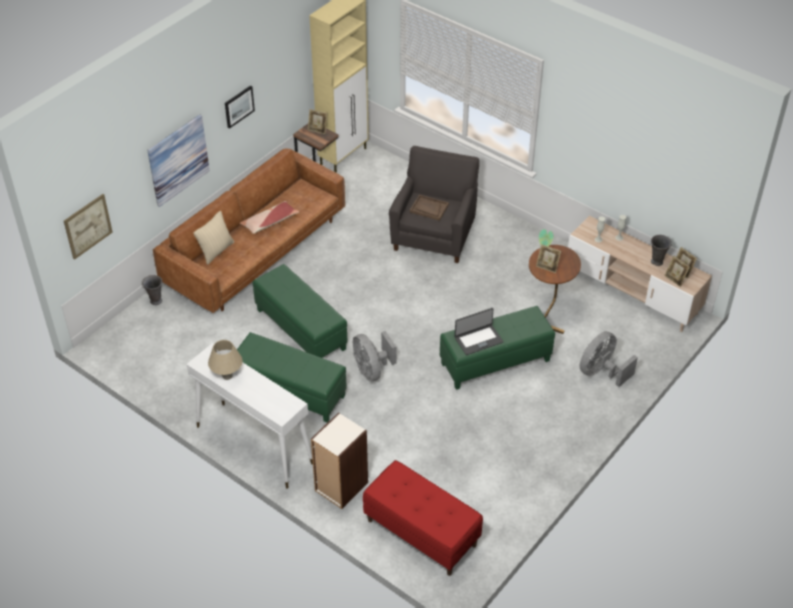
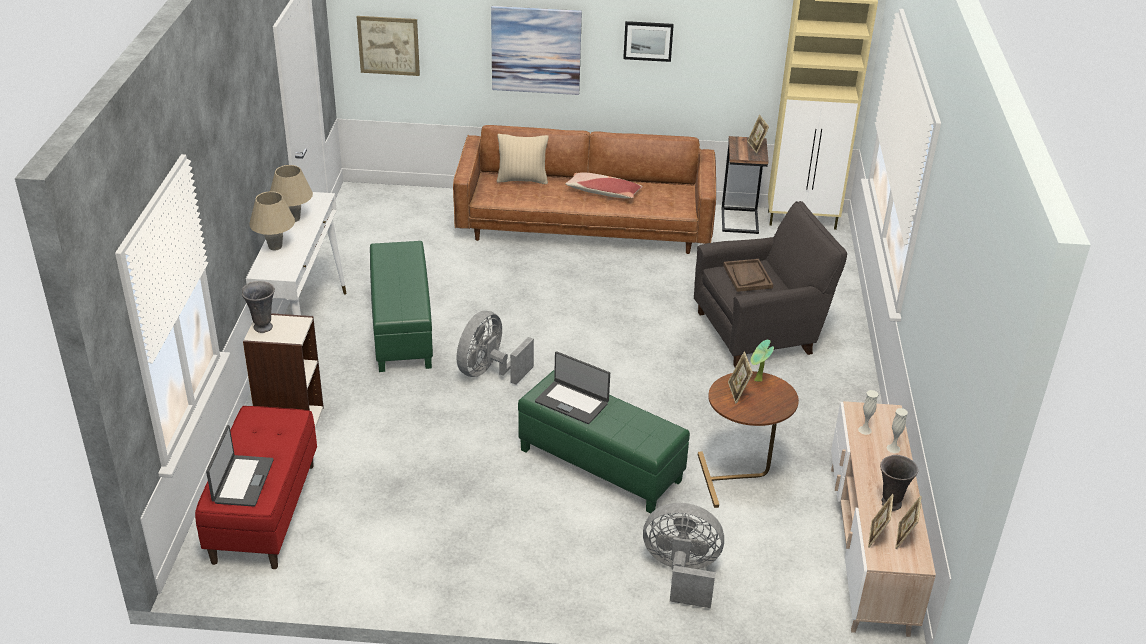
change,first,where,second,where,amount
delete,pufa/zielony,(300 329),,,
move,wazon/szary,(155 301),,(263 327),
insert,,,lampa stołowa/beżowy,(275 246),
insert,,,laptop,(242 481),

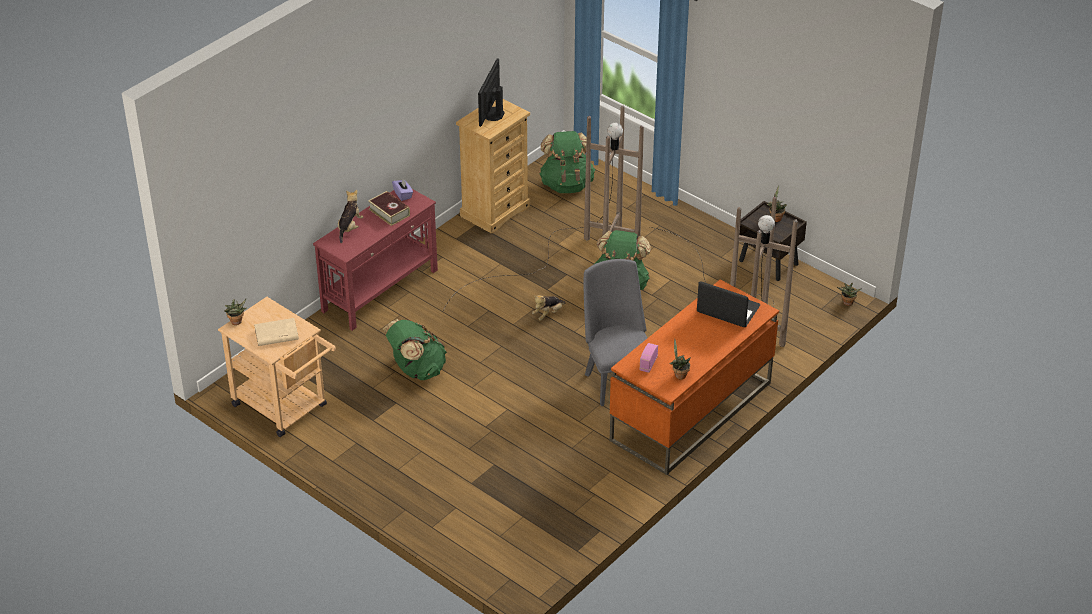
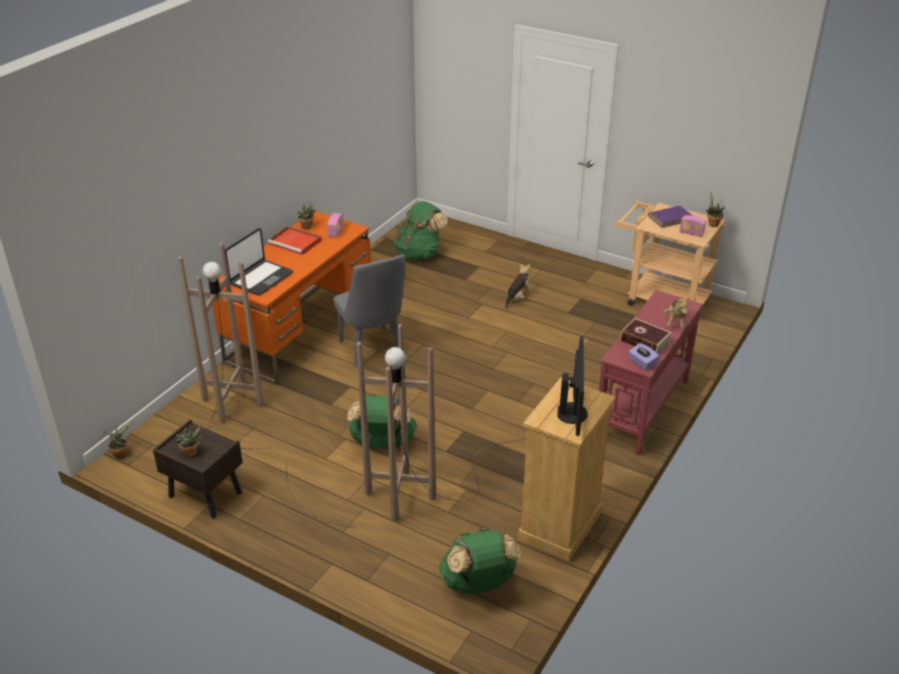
change,first,where,second,where,amount
rotate,laptop,(728 310),,(260 278),75 degrees counterclockwise
move,pluszak,(548 314),,(517 298),
recolor,książka/beżowy,(276 335),książka/fioletowy,(670 218),
move,plecak/zielony,(416 370),,(419 253),
insert,,,radio,(691 233),
insert,,,taca/czerwony,(296 242),

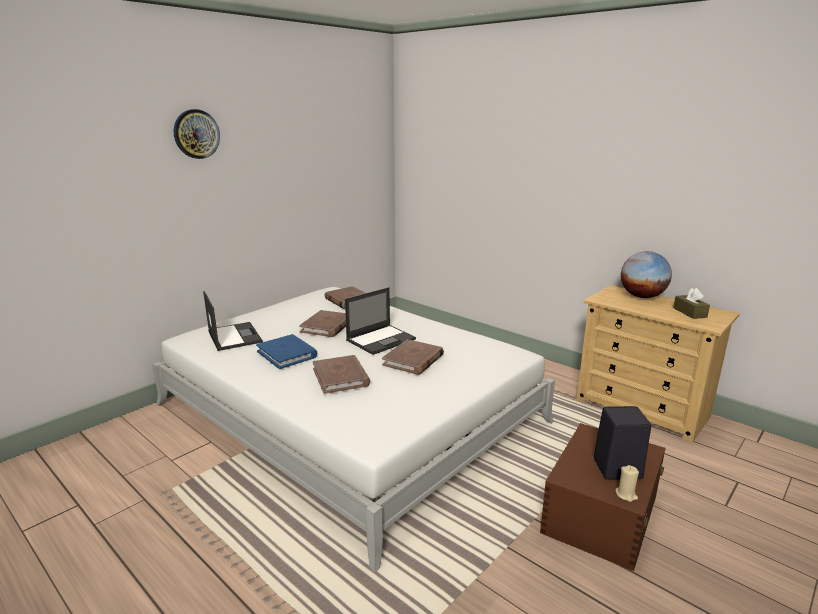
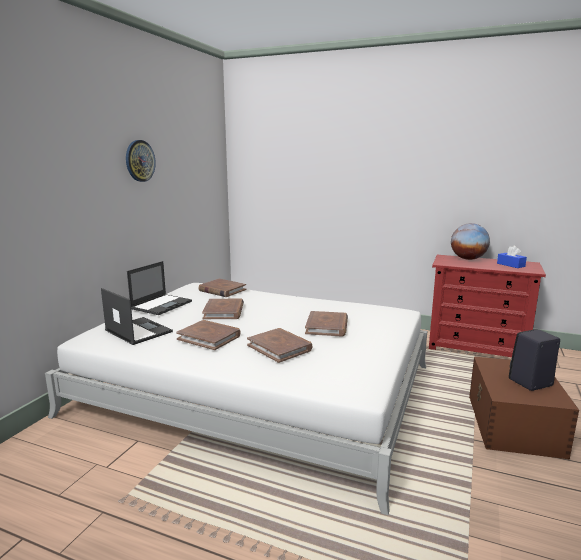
change,first,where,second,where,amount
move,zegar ścienny,(196 134),,(139 161),
recolor,komoda/beżowy,(642 408),komoda/czerwony,(477 347),
move,laptop,(381 339),,(162 304),
recolor,pudełko chusteczek/brązowy,(689 312),pudełko chusteczek/niebieski,(510 265),
recolor,książka/niebieski,(287 354),książka/brązowy,(209 337),
delete,świeca/beżowy,(626 495),,,

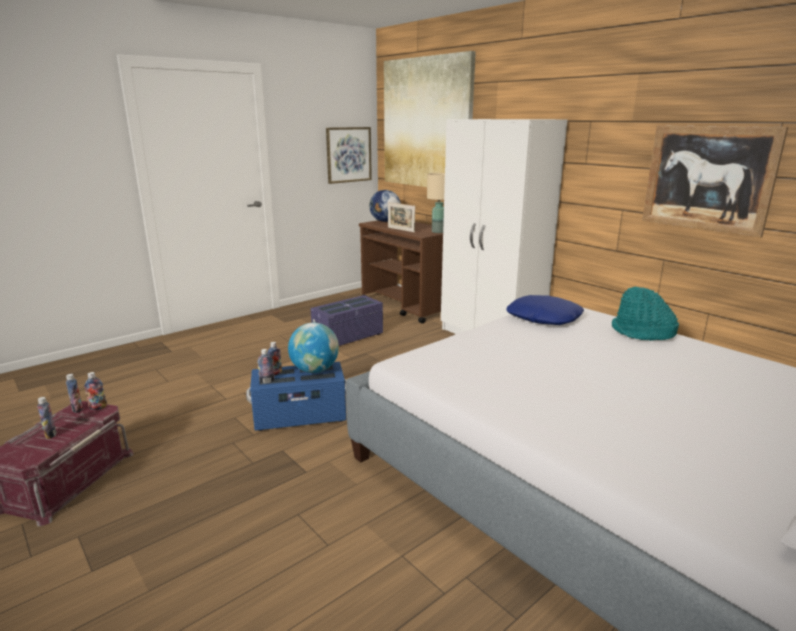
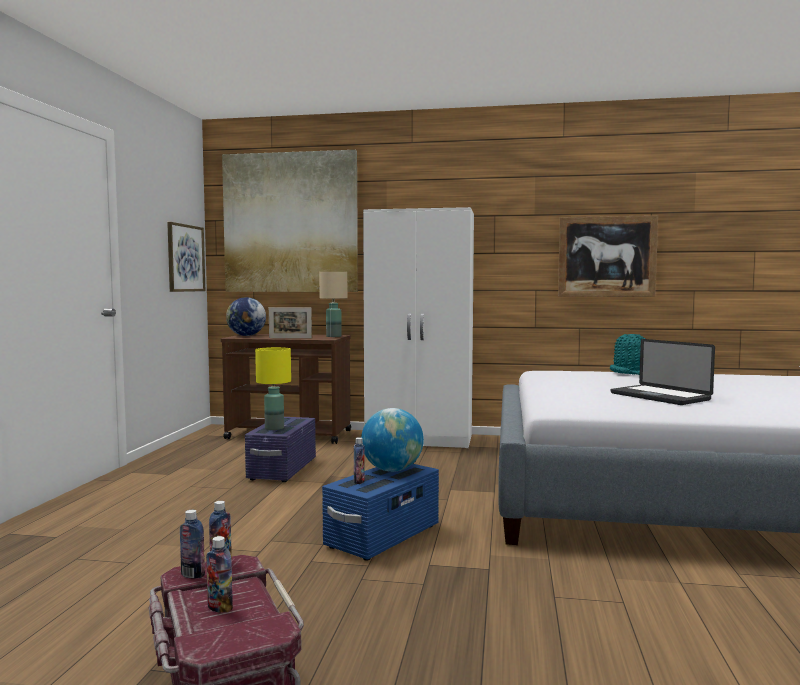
change,first,where,second,where,amount
delete,poduszka/niebieski,(543 318),,,
delete,butelka,(267 381),,,
insert,,,laptop,(659 396),
insert,,,lampa stołowa/żółty,(274 428),

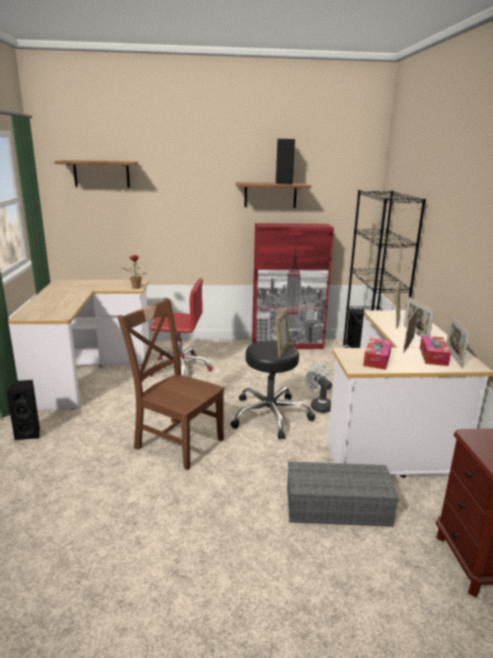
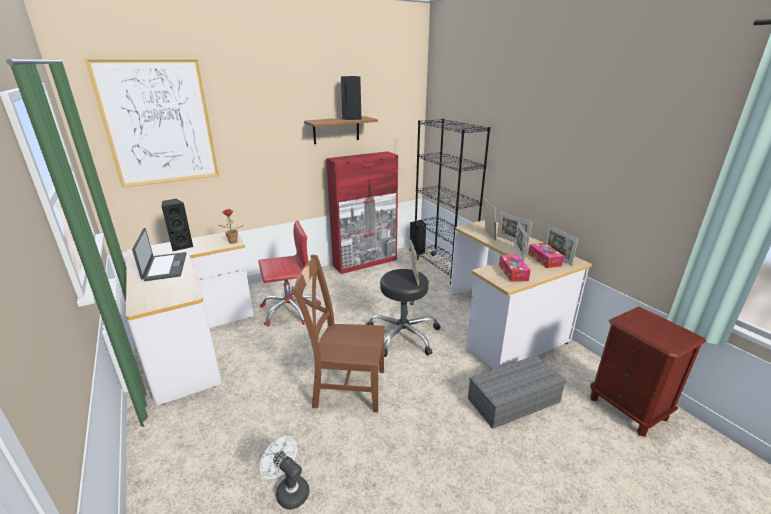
change,first,where,second,where,amount
replace,półka,(101 174),obraz,(159 123),
move,wentylator/biały,(319 405),,(289 490),
move,głośnik/czarny,(29 434),,(181 246),
insert,,,laptop,(164 267),

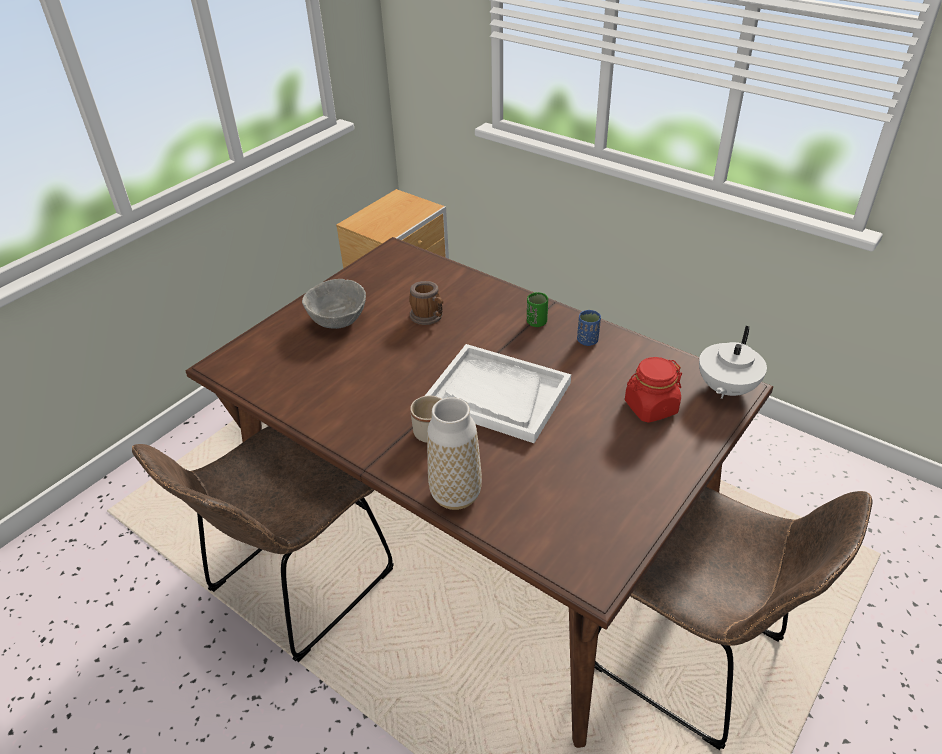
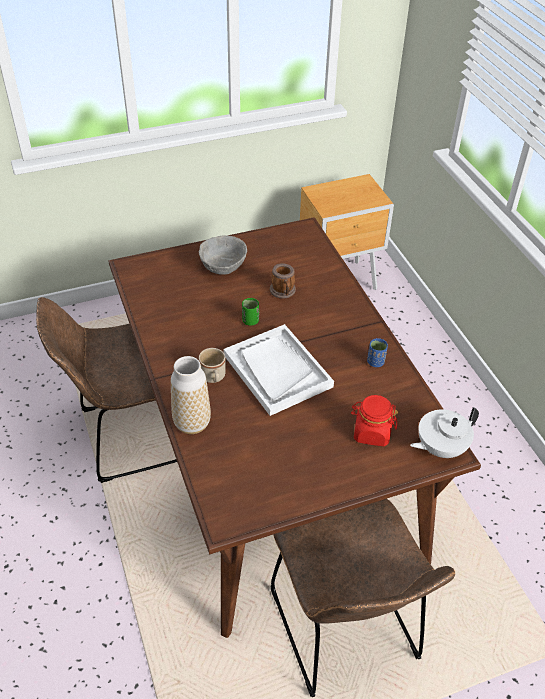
change,first,where,second,where,amount
move,filiżanka/zielony,(536 322),,(250 321),

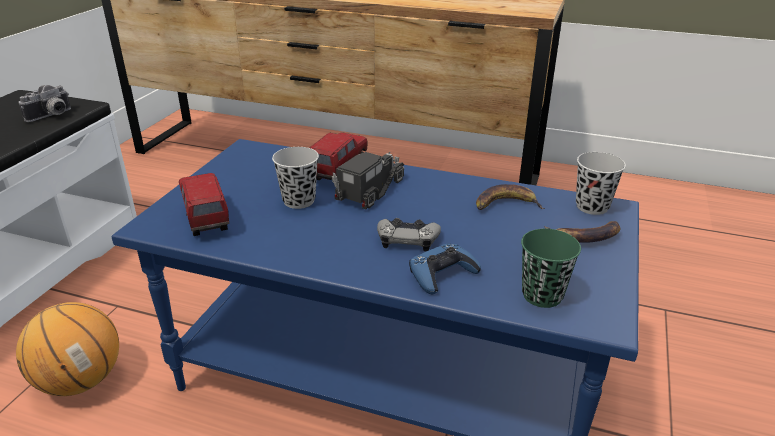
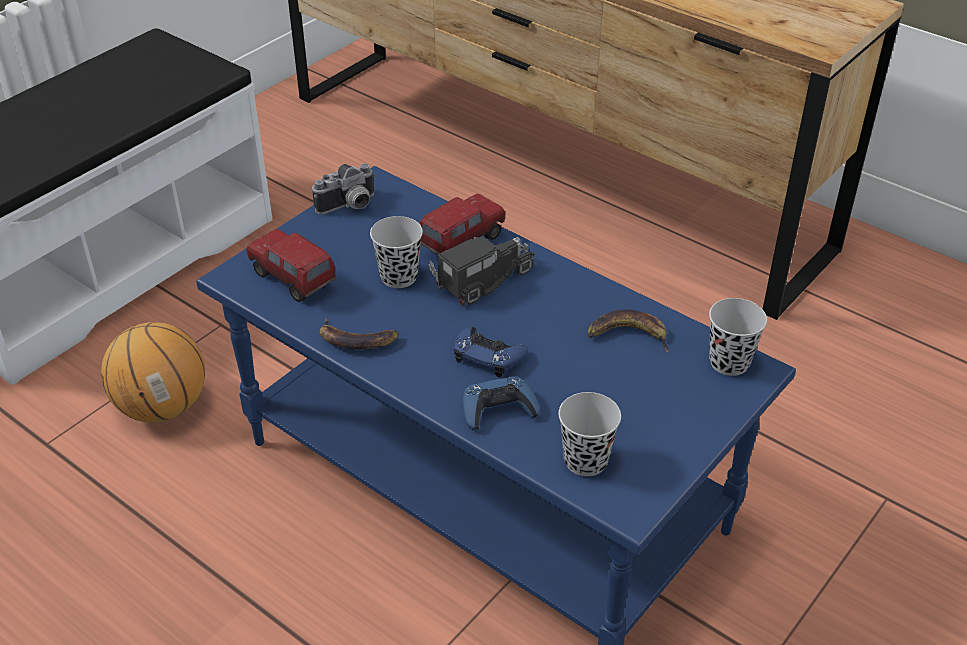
change,first,where,second,where,amount
move,aparat fotograficzny,(52 116),,(349 206),
rotate,ciężarówka zabawkowa,(206 220),,(293 281),45 degrees counterclockwise
recolor,pad do gier/szary,(407 239),pad do gier/niebieski,(488 356),
move,banan,(585 236),,(357 339),
recolor,filiżanka/zielony,(542 295),filiżanka/czarny,(585 461),

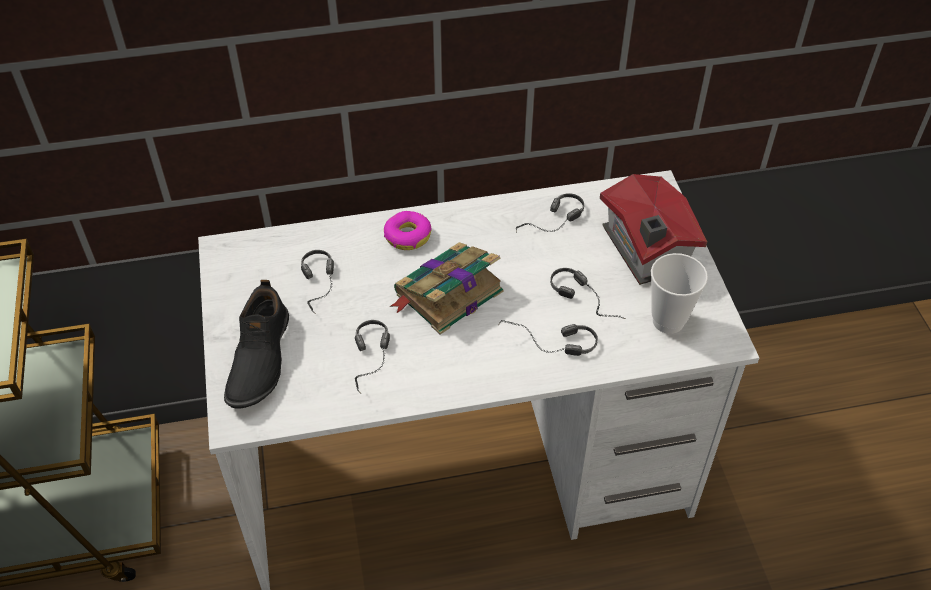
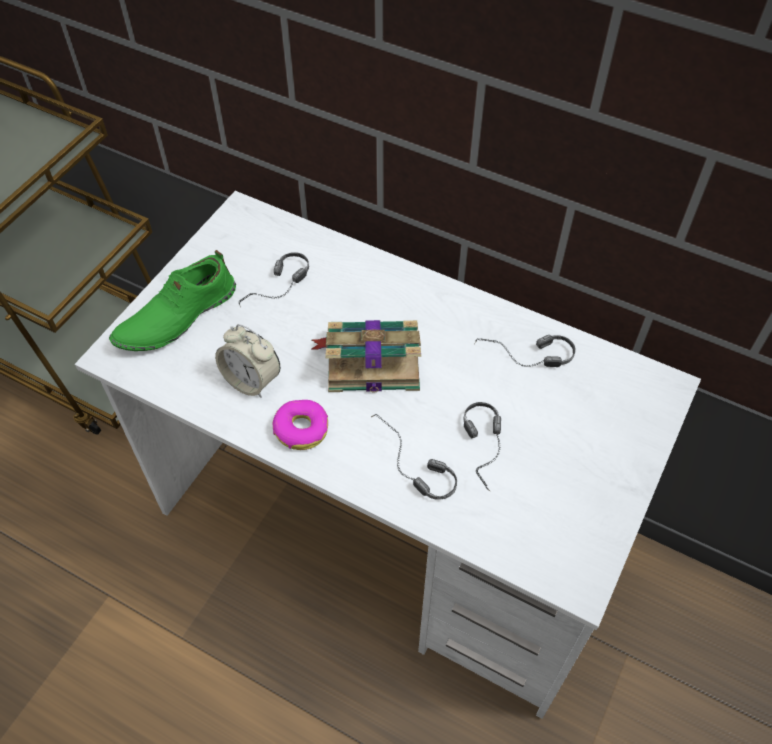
change,first,where,second,where,amount
delete,domek,(645 251),,,
move,donut,(407 236),,(301 429),
delete,filiżanka,(668 321),,,
recolor,but/czarny,(258 359),but/zielony,(176 316),
replace,słuchawki,(373 364),budzik,(252 380),

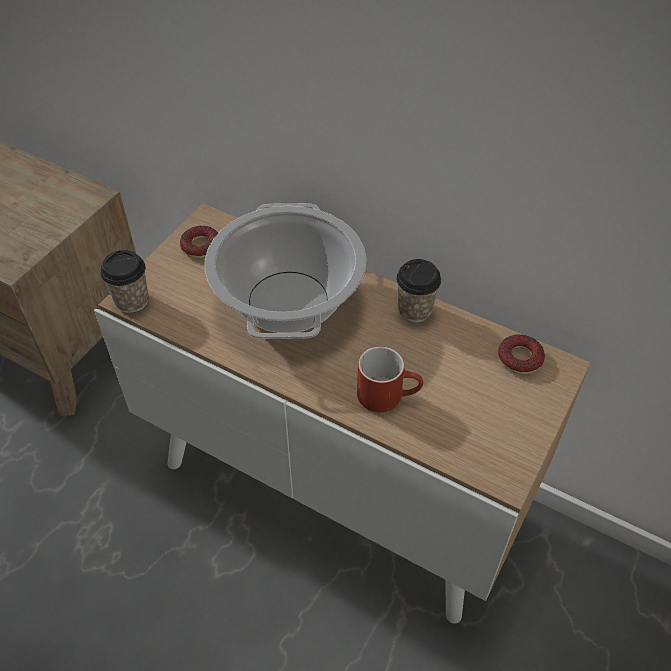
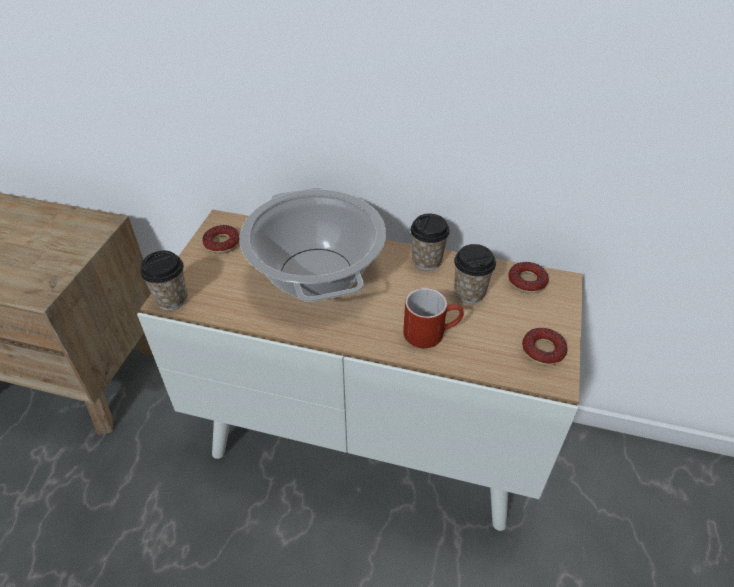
change,first,where,second,where,amount
insert,,,filiżanka,(469 292),
insert,,,donut,(543 350),

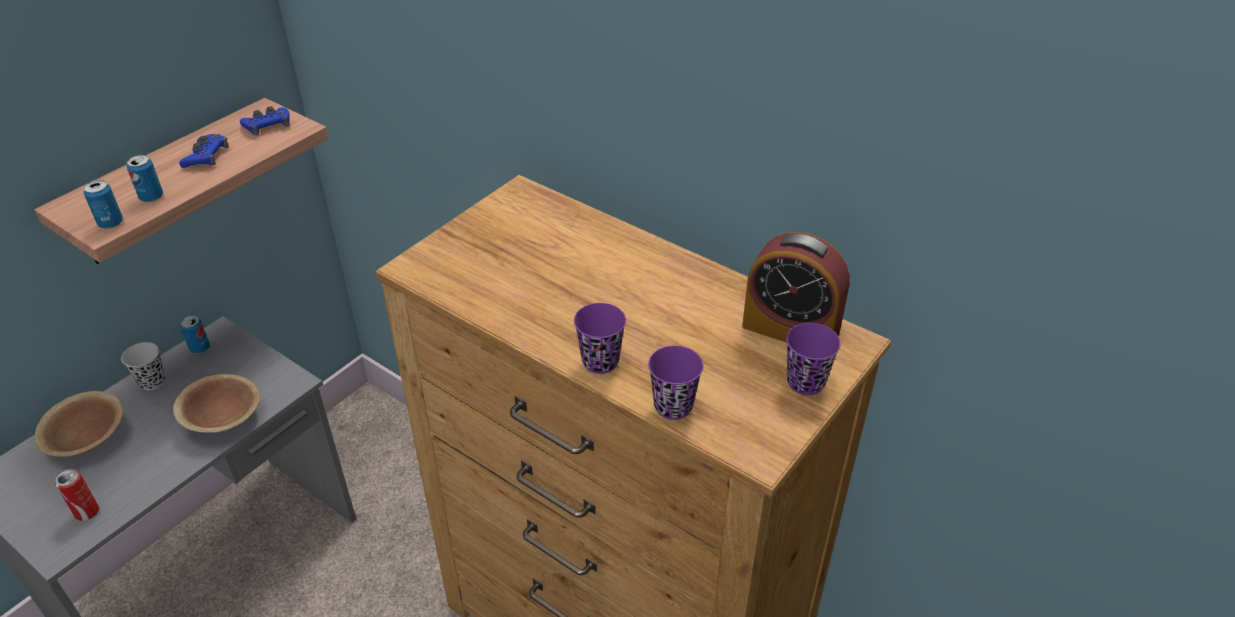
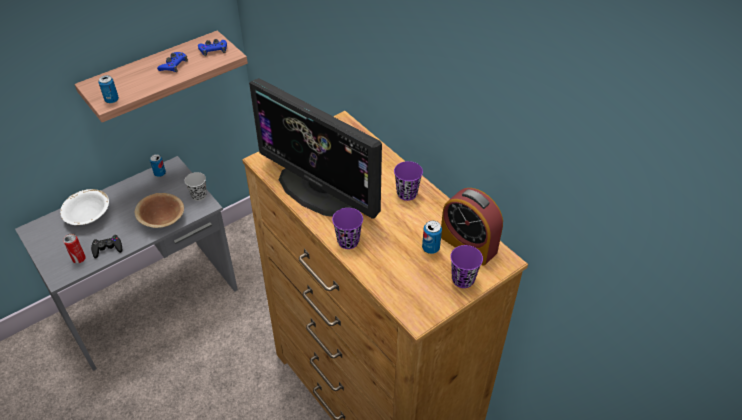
change,first,where,second,where,amount
move,puszka,(151 197),,(430 248),
move,filiżanka/czarny,(152 382),,(199 195),
move,filiżanka/fioletowy,(673 406),,(407 193),
recolor,miska/brązowy,(88 438),miska/biały,(88 216),
insert,,,monitor,(319 191),
insert,,,pad do gier/czarny,(107 248),

